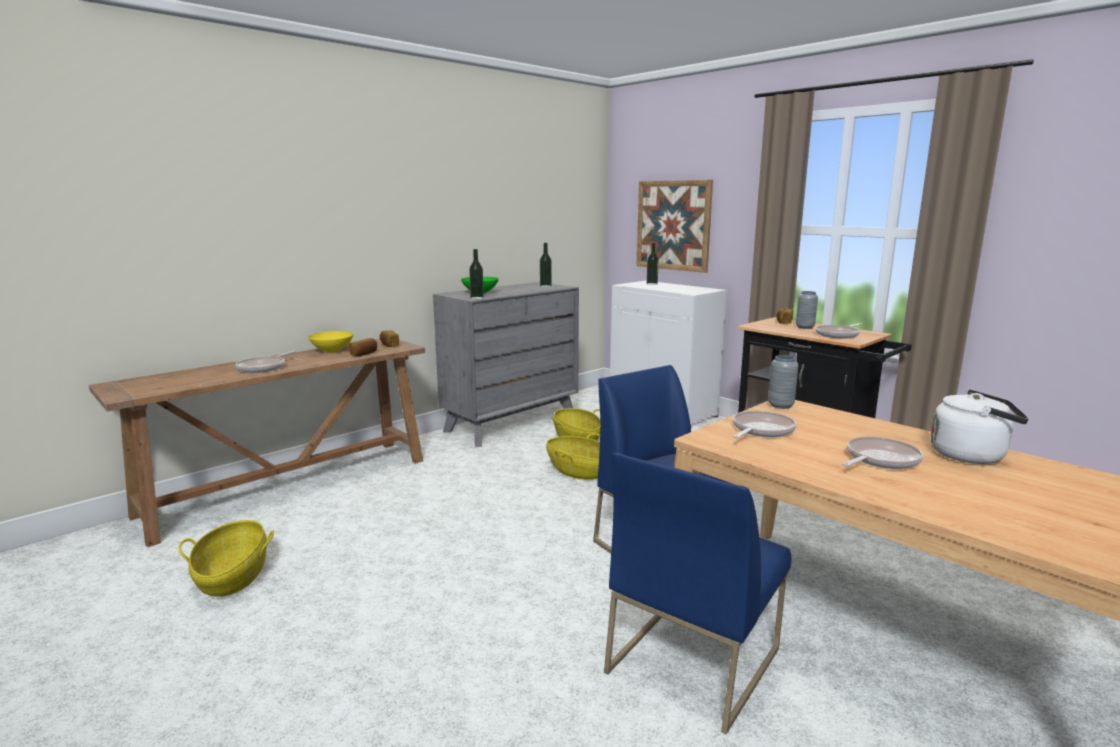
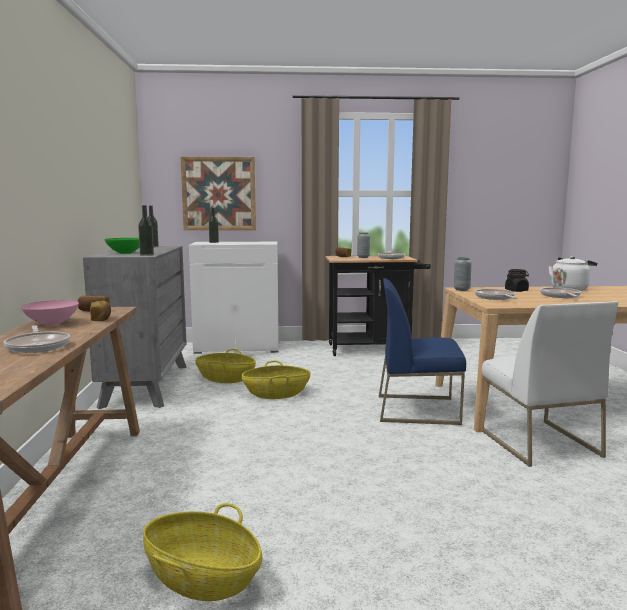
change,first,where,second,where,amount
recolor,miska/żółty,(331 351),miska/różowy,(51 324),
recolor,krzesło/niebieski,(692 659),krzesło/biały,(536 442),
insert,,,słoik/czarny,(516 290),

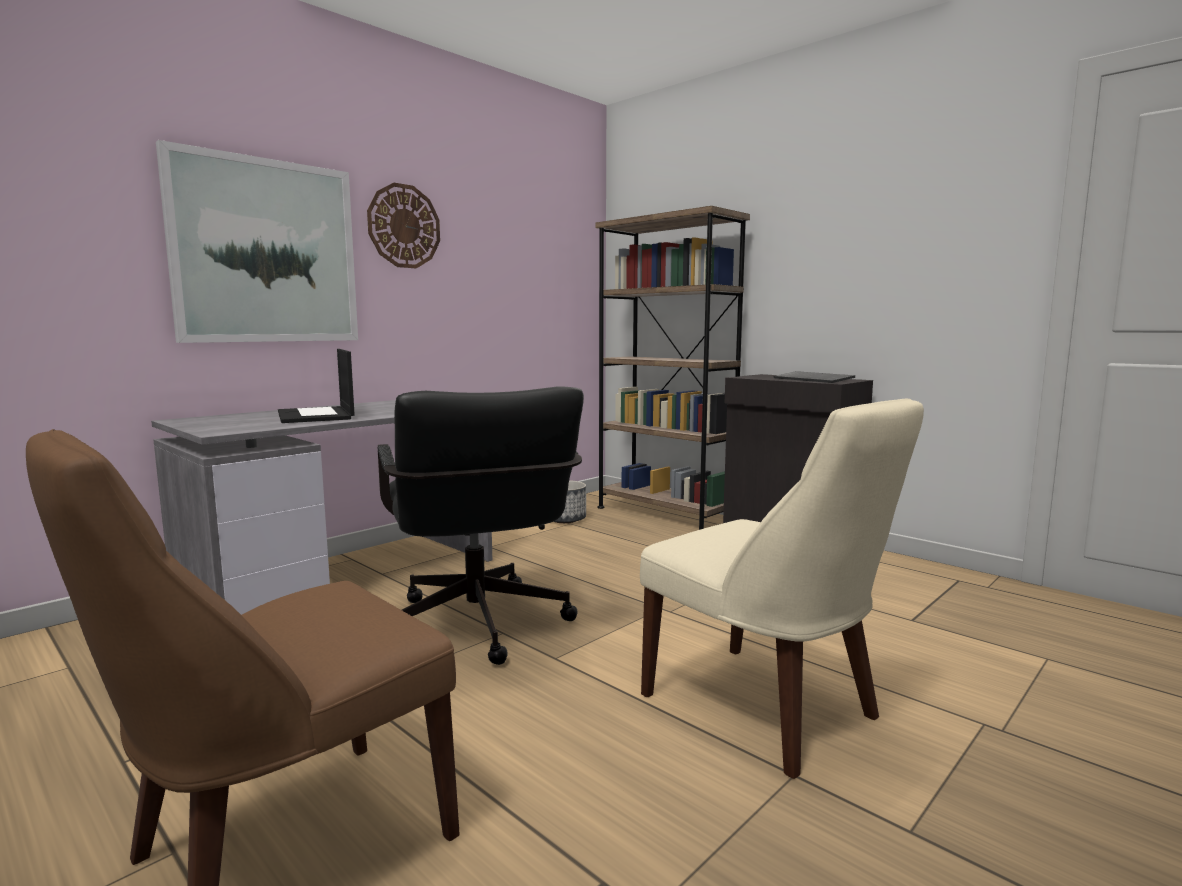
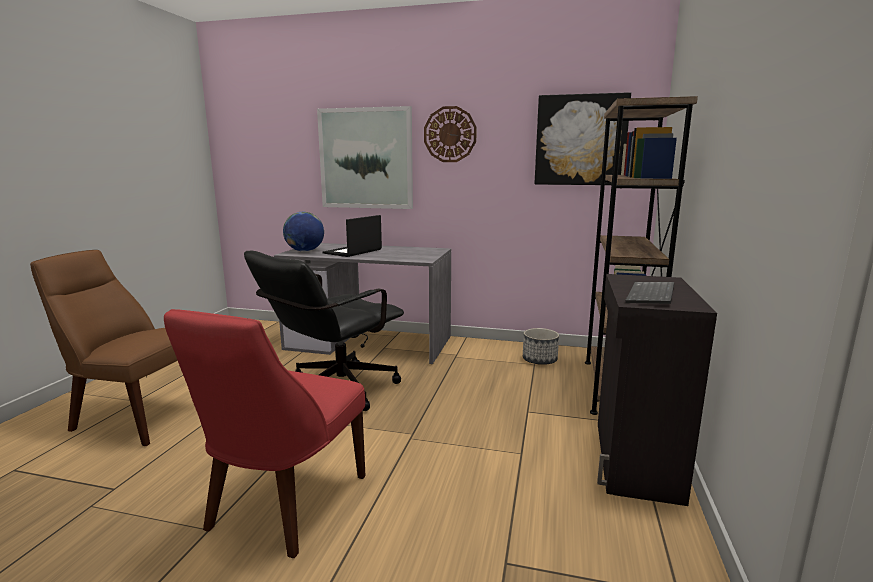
change,first,where,second,where,amount
recolor,krzesło/beżowy,(767 710),krzesło/czerwony,(284 505),
insert,,,obraz,(580 140),
insert,,,globus,(305 251),

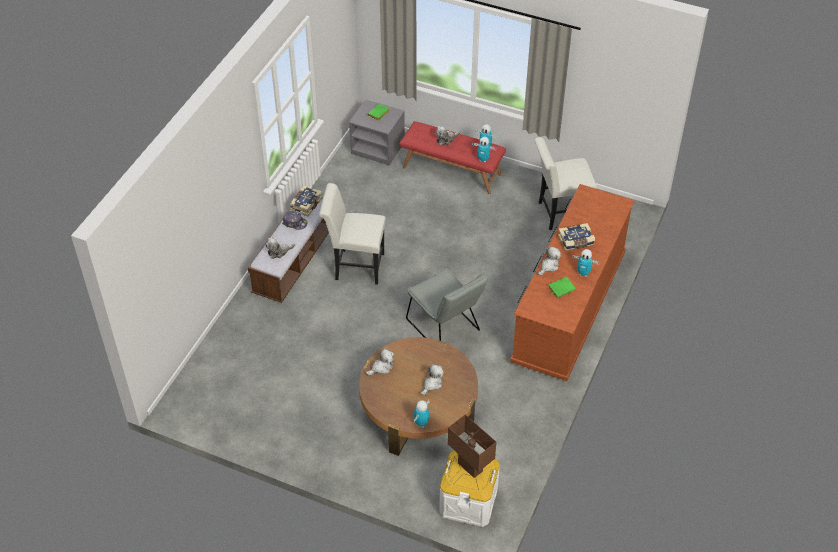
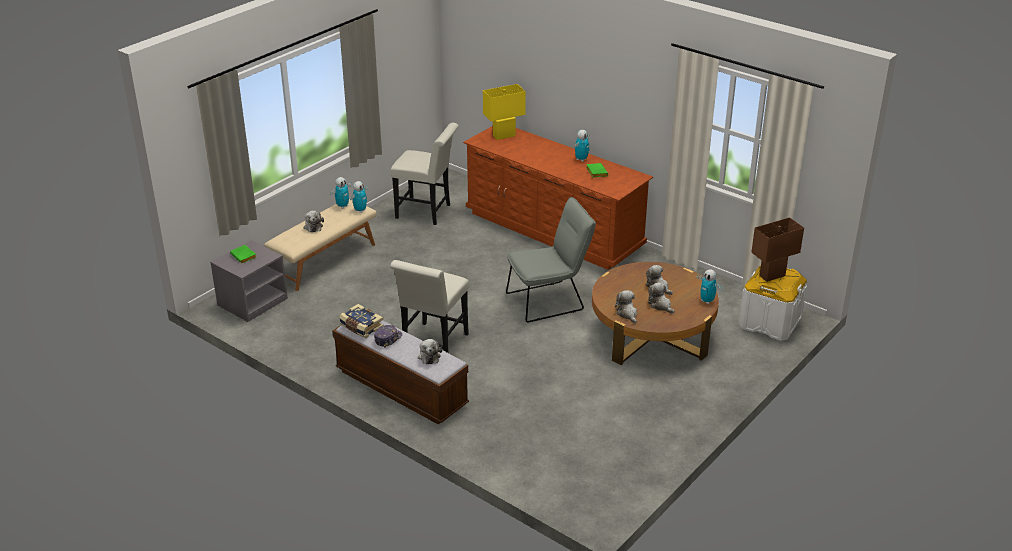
change,first,where,second,where,amount
recolor,ławka/czerwony,(452 170),ławka/beżowy,(324 260),
rotate,krzesło/biały,(559 213),,(427 212),75 degrees counterclockwise
delete,książka,(576 242),,,
move,pluszak,(548 266),,(660 305),
insert,,,lampa stołowa/żółty,(504 136),

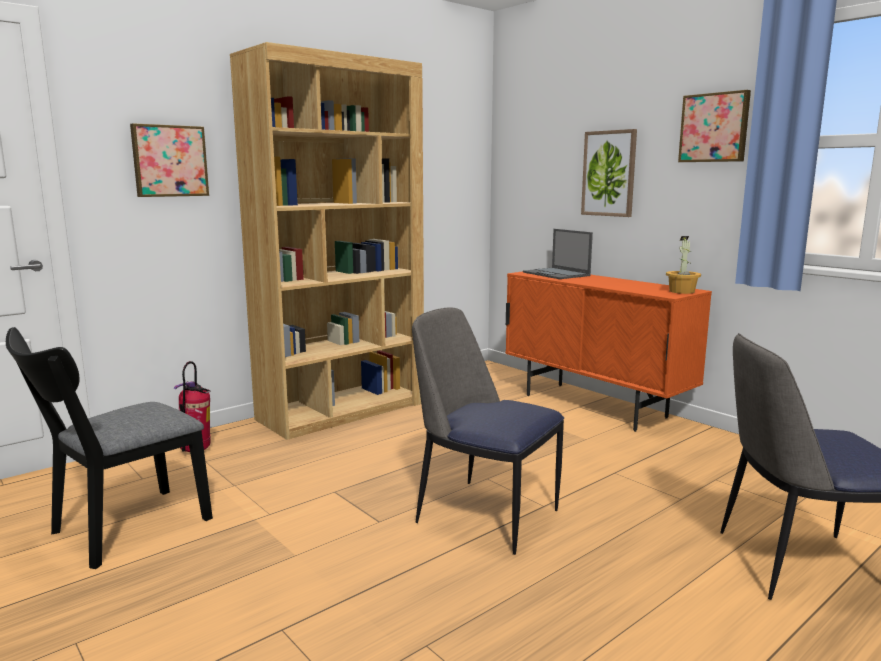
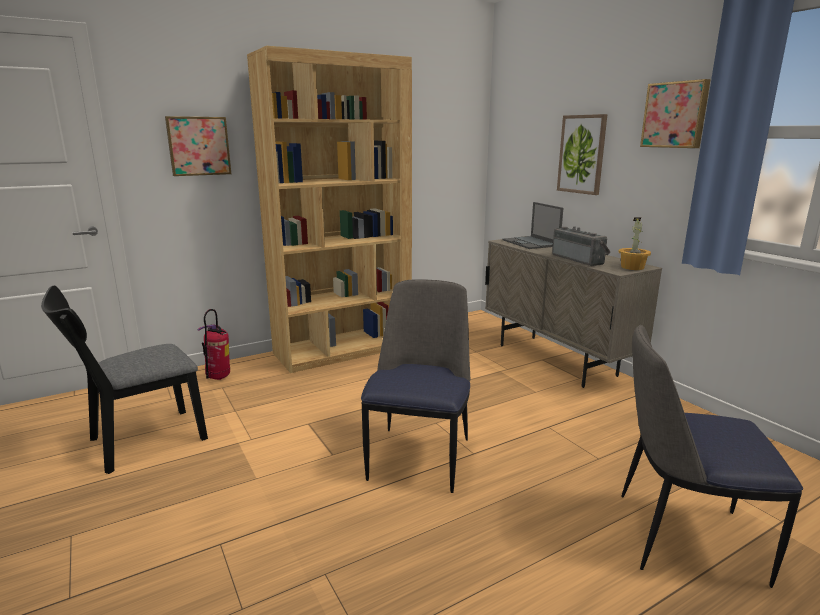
change,first,where,second,where,amount
recolor,szafka/pomarańczowy,(594 406),szafka/beżowy,(556 360),
rotate,krzesło,(484 514),,(420 456),60 degrees clockwise
insert,,,radio,(579 259),

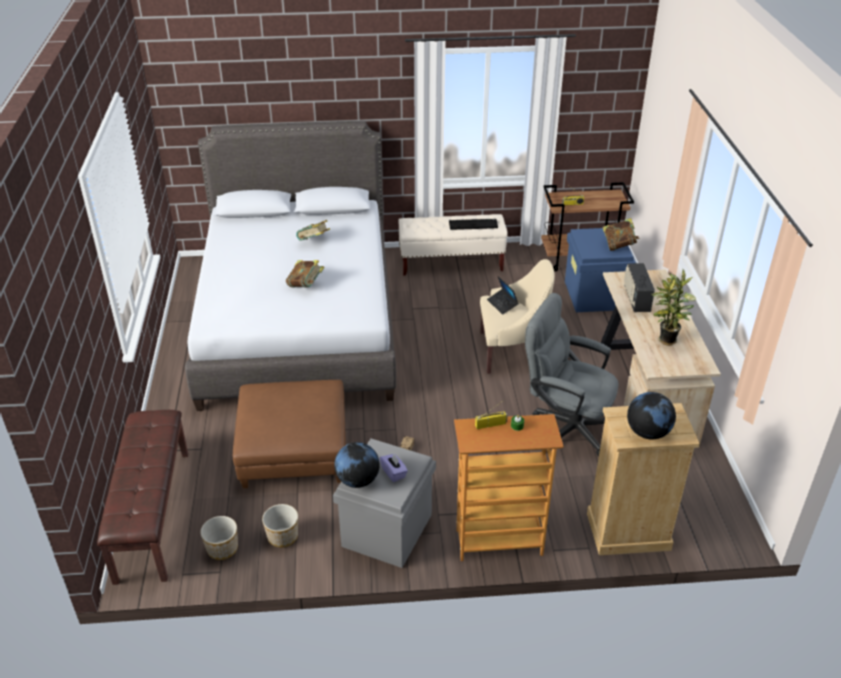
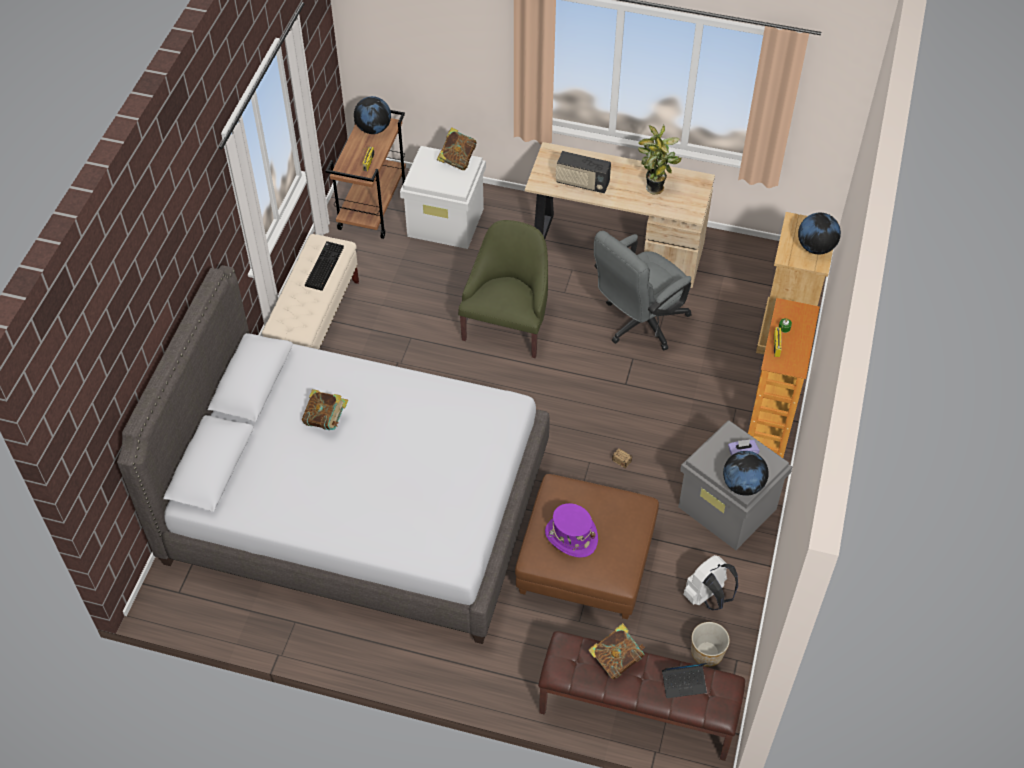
change,first,where,second,where,amount
recolor,pojemnik do przechowywania/niebieski,(594 295),pojemnik do przechowywania/biały,(446 222),
recolor,fotel/beżowy,(511 351),fotel/zielony,(508 325),
move,książka,(306 285),,(616 659),
move,laptop,(502 304),,(684 683),
replace,donica,(282 536),plecak/biały,(707 597),
insert,,,globus,(373 129),
insert,,,kapelusz/fioletowy,(571 536),

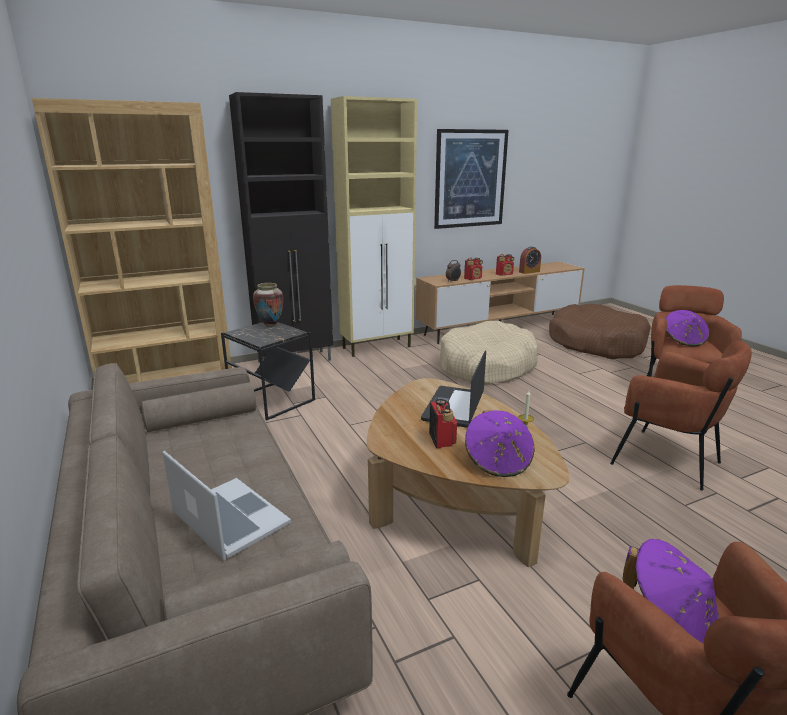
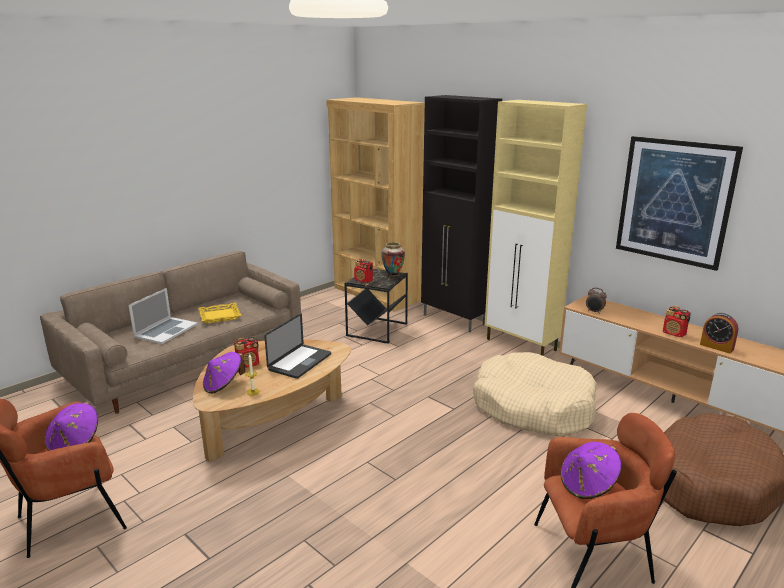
change,first,where,second,where,amount
move,radio,(473 278),,(363 280),
delete,fotel/brązowy,(667 461),,,
rotate,laptop,(453 407),,(300 362),120 degrees clockwise
insert,,,taca/żółty,(220 316),

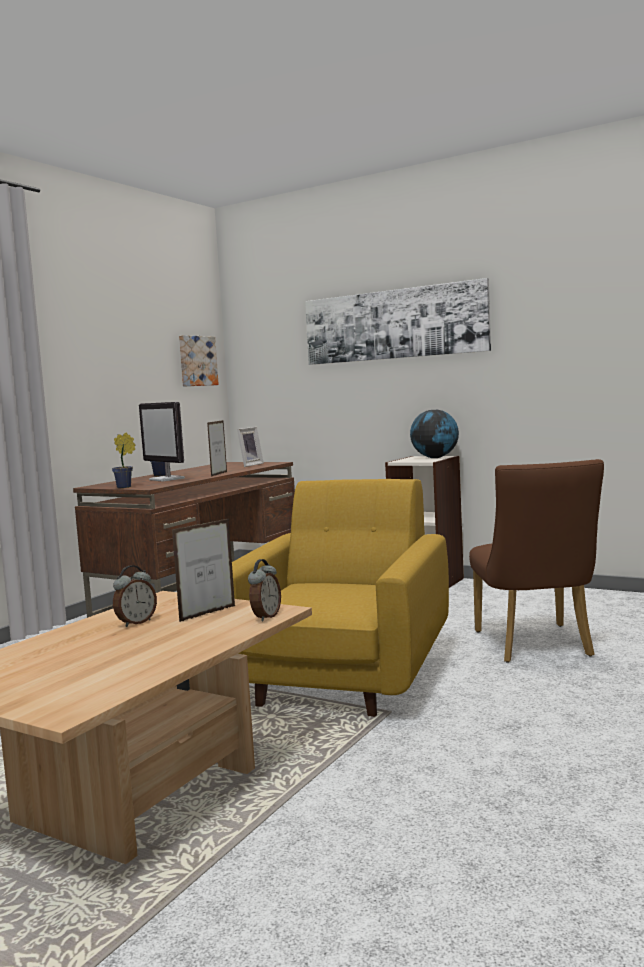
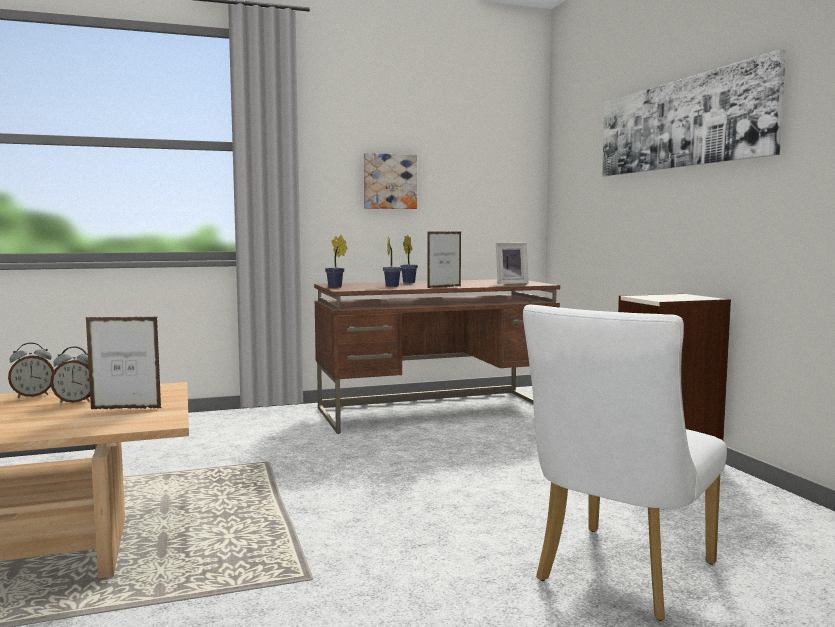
change,first,where,second,where,amount
move,obraz,(196 361),,(389 181),
replace,monitor,(167 479),roślina doniczkowa,(392 286),
delete,globus,(435 457),,,
recolor,krzesło/brązowy,(536 646),krzesło/biały,(619 576),
delete,fotel/żółty,(344 676),,,
move,budzik,(265 617),,(33 395),

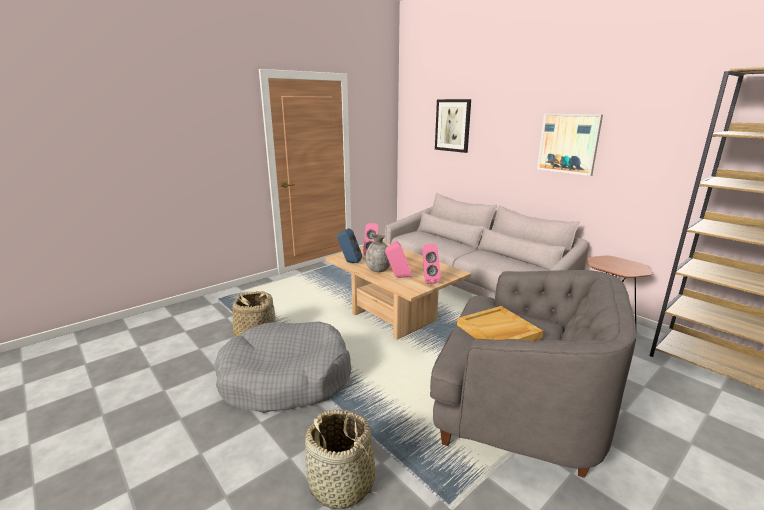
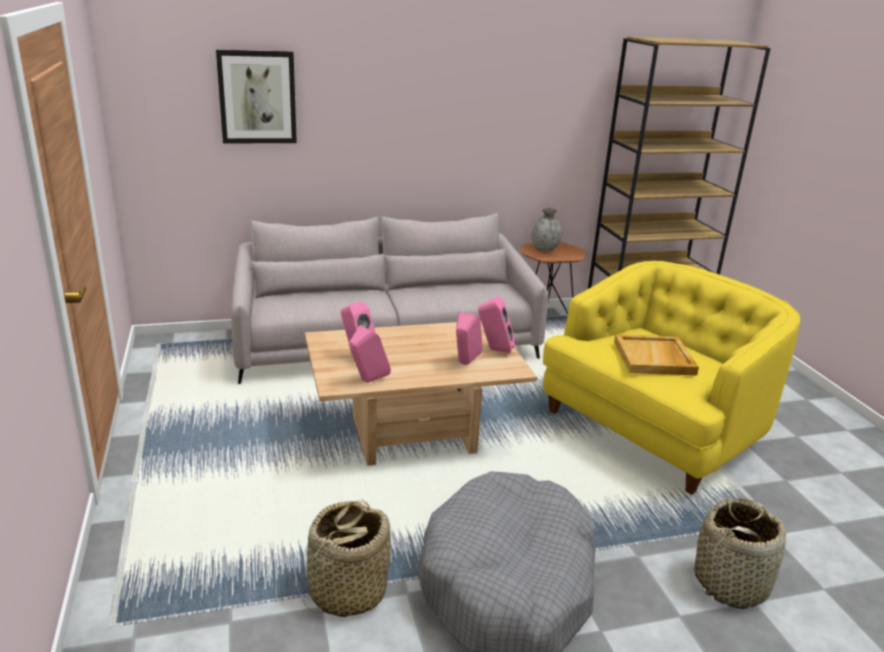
change,first,where,second,where,amount
delete,obraz,(568 143),,,
recolor,głośnik/niebieski,(349 262),głośnik/różowy,(367 382),
move,wazon/szary,(378 270),,(545 249),
recolor,fotel/szary,(518 407),fotel/żółty,(653 428),

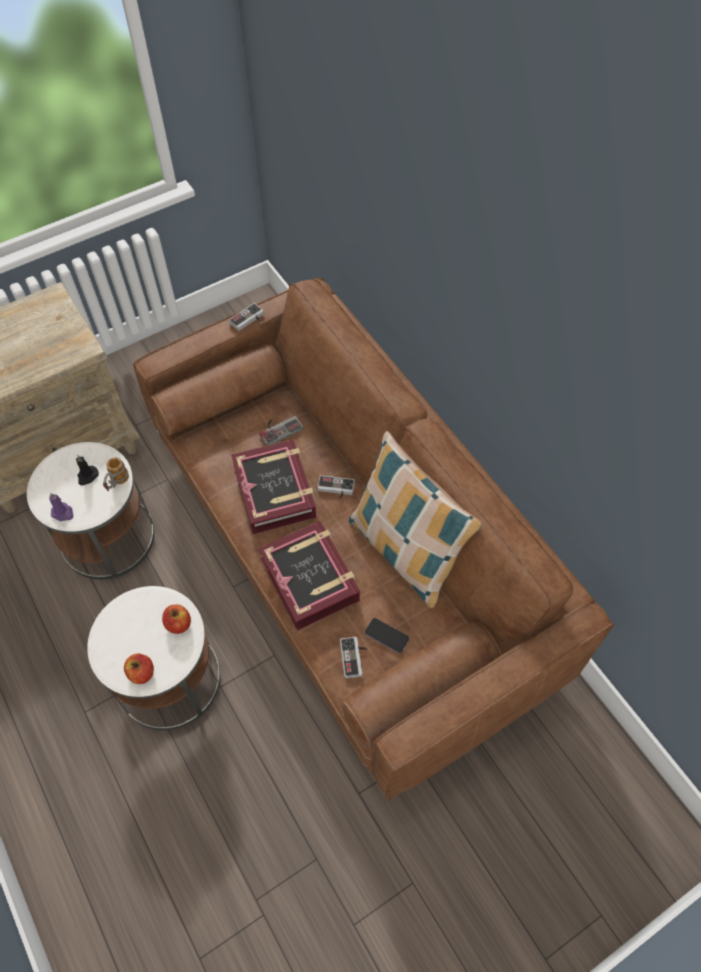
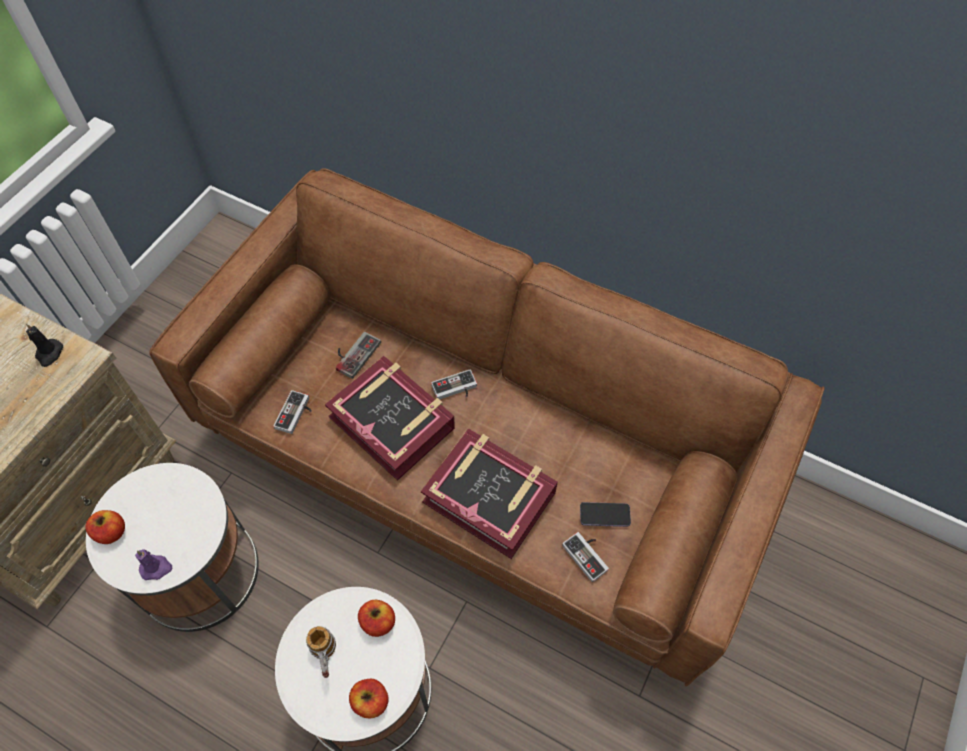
change,first,where,second,where,amount
move,pad do gier,(249 320),,(296 414),
delete,poduszka,(404 551),,,
move,świeca/czarny,(87 476),,(49 354),
move,kubek,(117 484),,(326 658),
insert,,,jabłko,(111 532),

